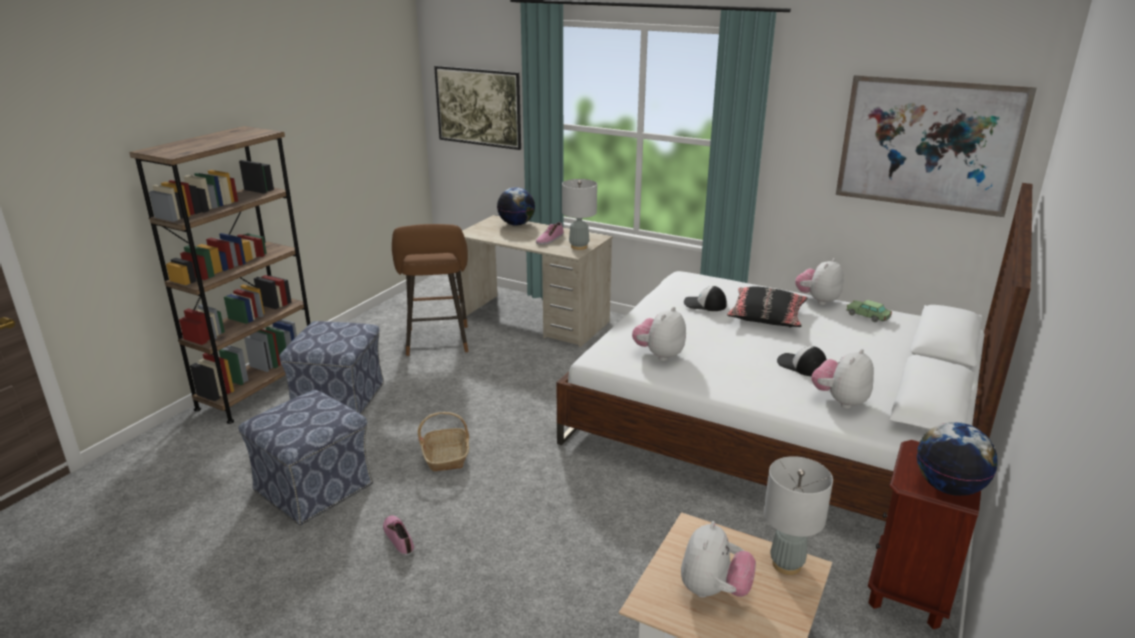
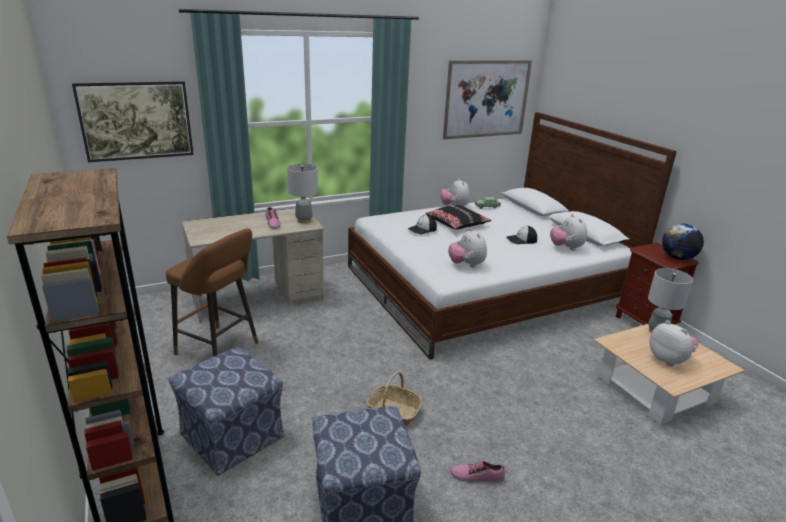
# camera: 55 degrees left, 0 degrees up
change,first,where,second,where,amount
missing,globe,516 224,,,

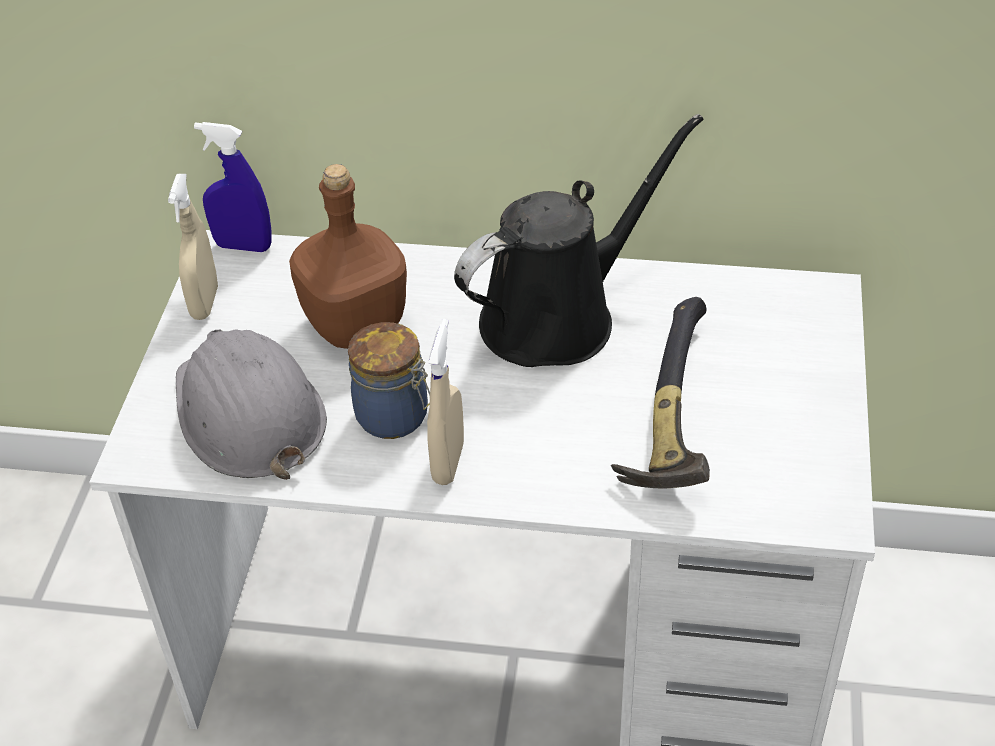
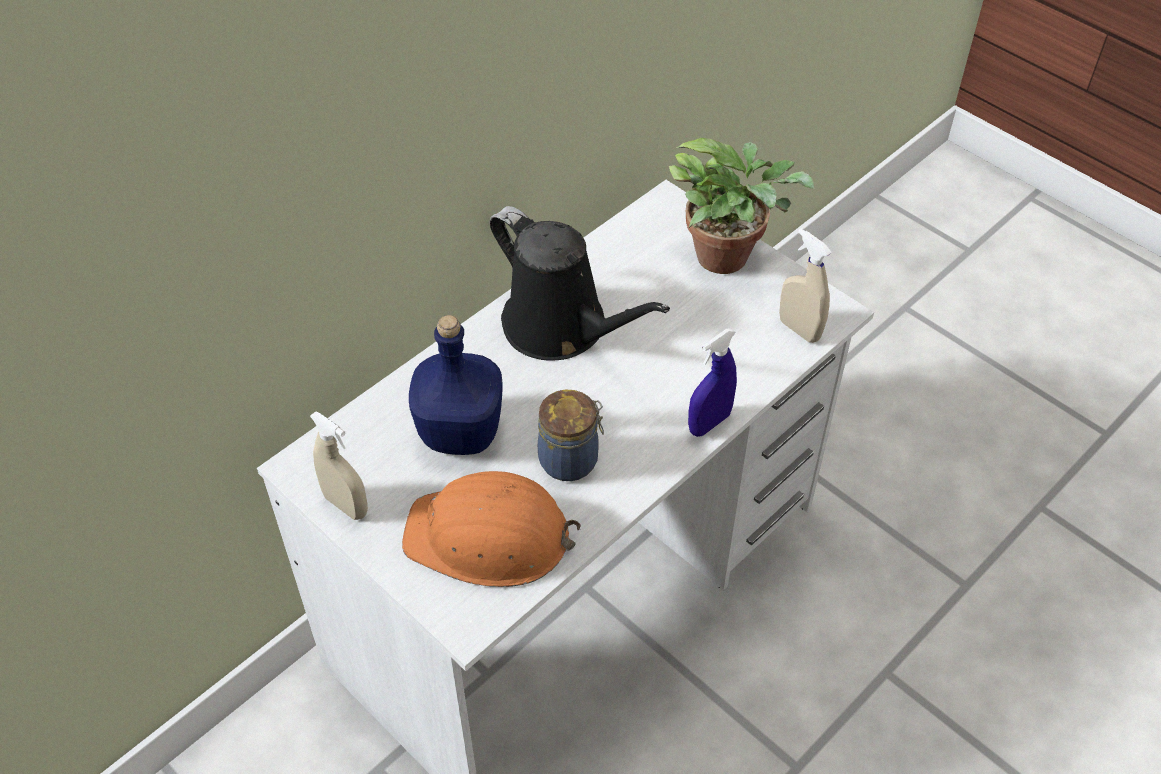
# camera: 55 degrees left, 5 degrees up
change,first,where,second,where,amount
colour,grey hard hat,248 414,orange hard hat,489 537,
relocated,blue spray bottle,243 246,,709 423,
colour,brown bottle,357 325,blue bottle,462 432,
relocated,beige spray bottle,448 462,,799 329,
spun,black watering can,558 316,,562 328,135 degrees clockwise
missing,hammer,666 414,,,
appeared,,,potted plant,729 256,

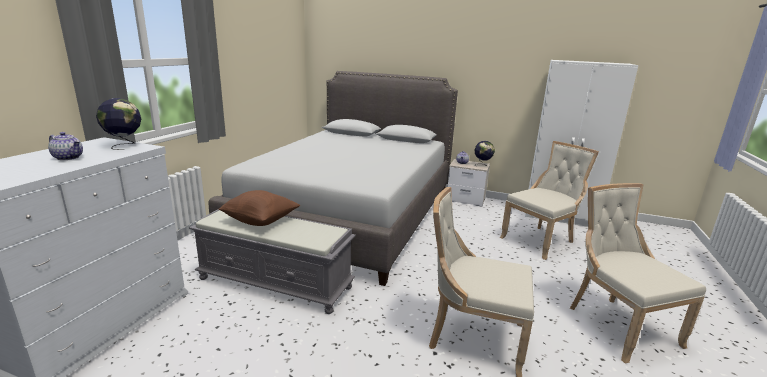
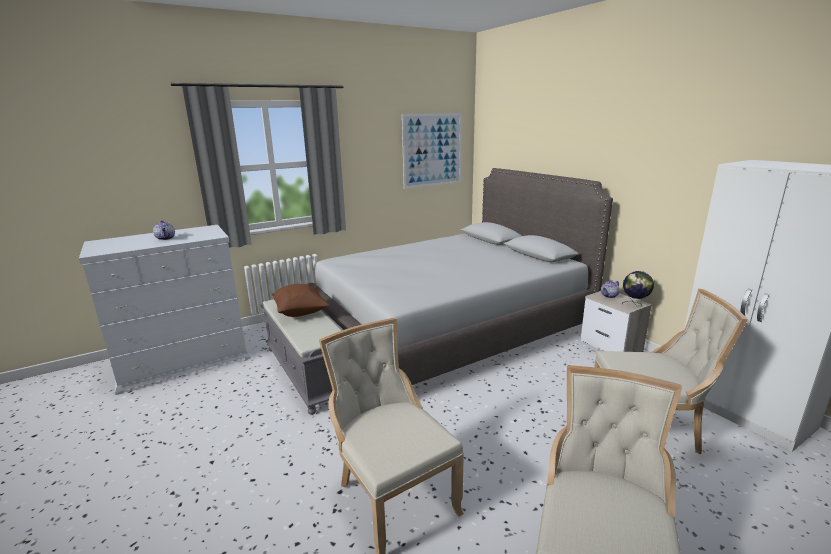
# camera: 40 degrees right, 0 degrees up
change,first,where,second,where,amount
missing,globe,124 145,,,
appeared,,,picture,432 150,

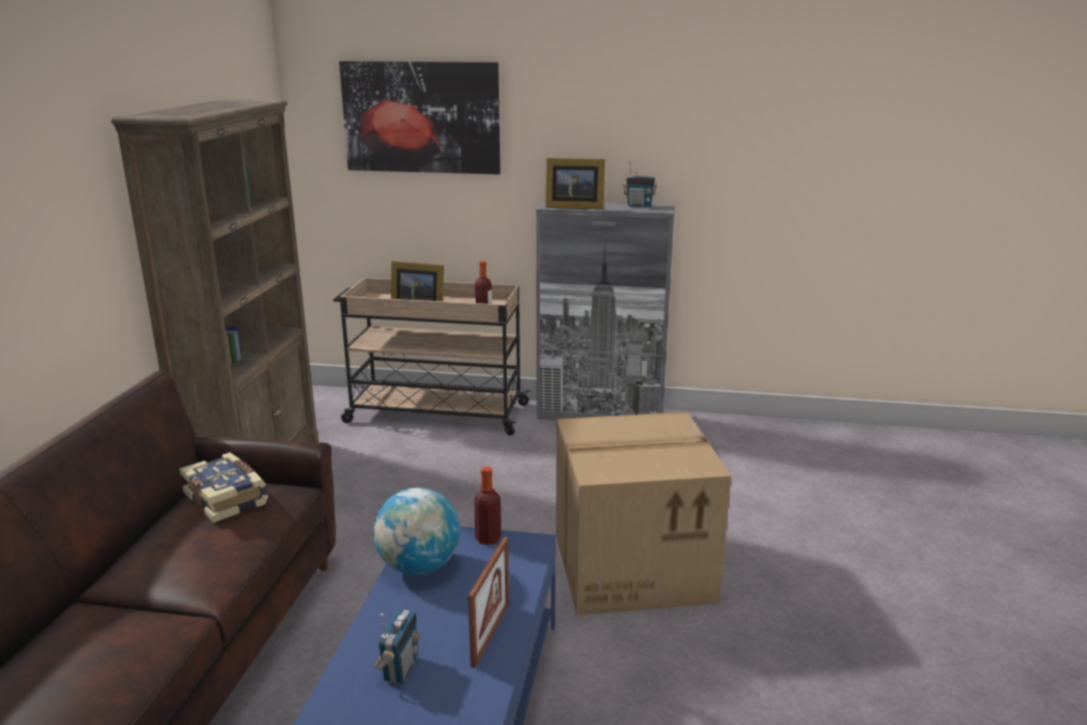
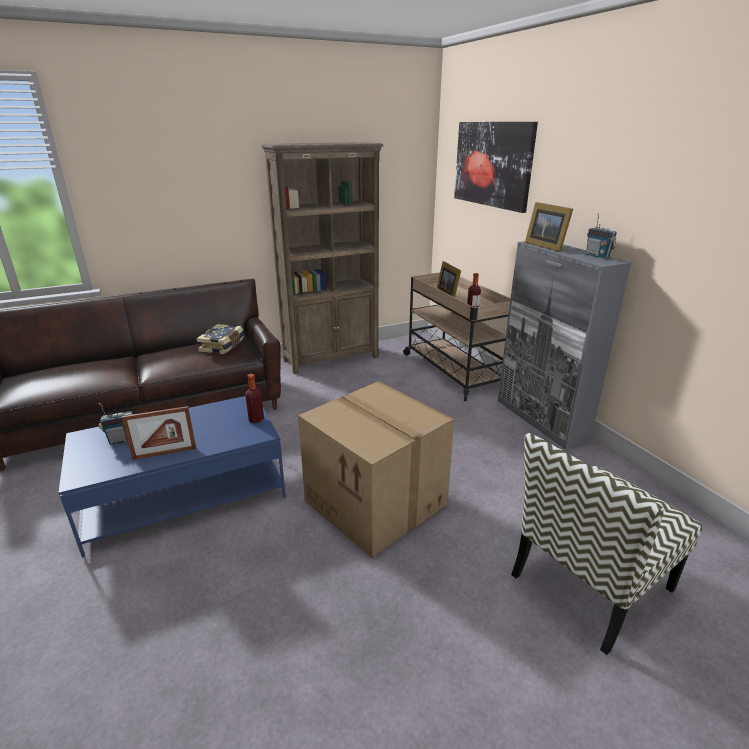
# camera: 55 degrees right, 5 degrees up
change,first,where,second,where,amount
missing,globe,419 567,,,
appeared,,,chair,590 584,

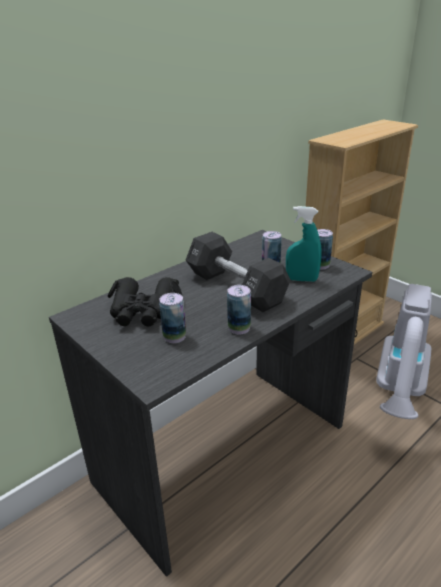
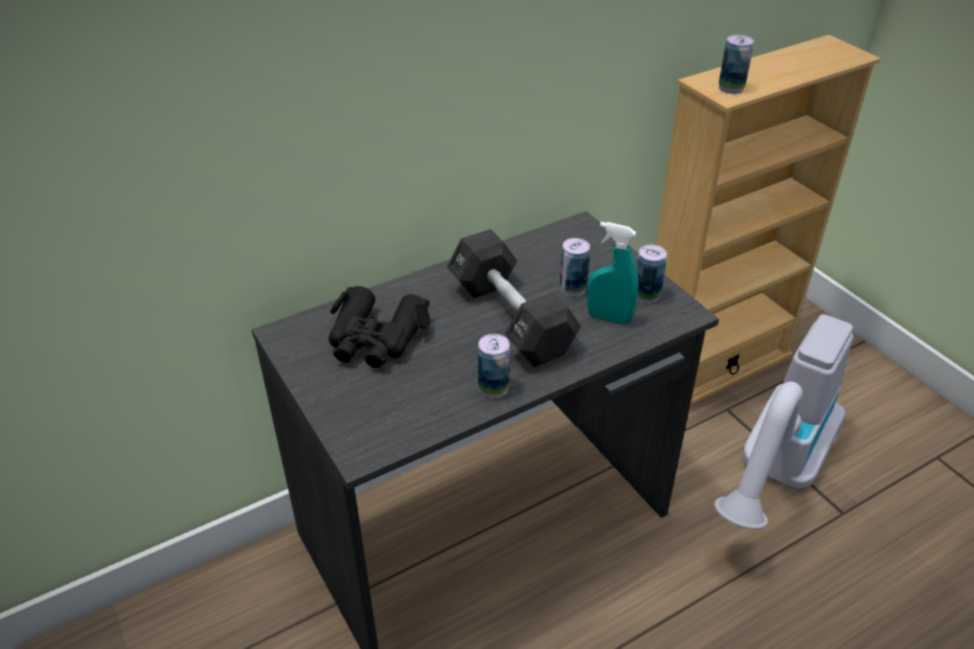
# camera: 10 degrees right, 10 degrees up
change,first,where,second,where,amount
relocated,can,174 336,,731 88,

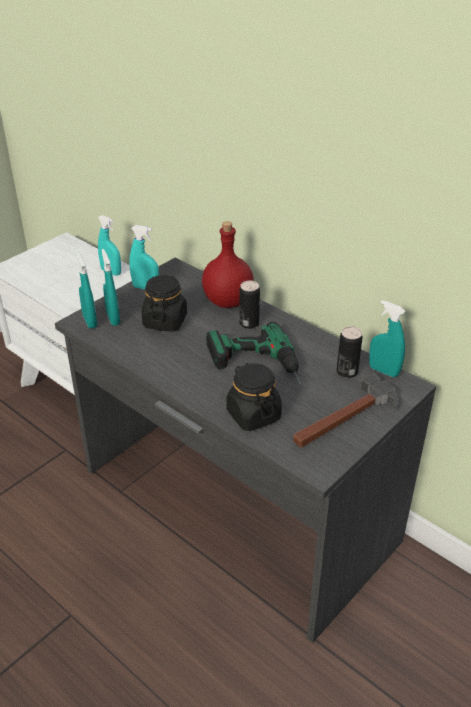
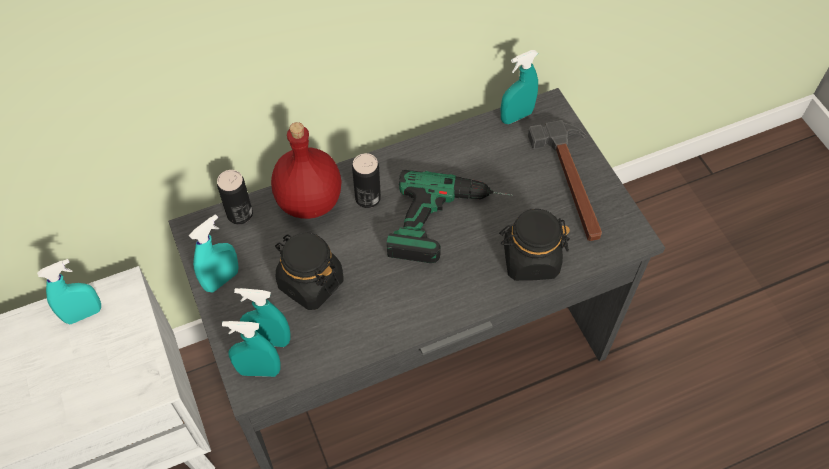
# camera: 65 degrees left, 20 degrees up
change,first,where,second,where,amount
relocated,can,347 372,,240 214,

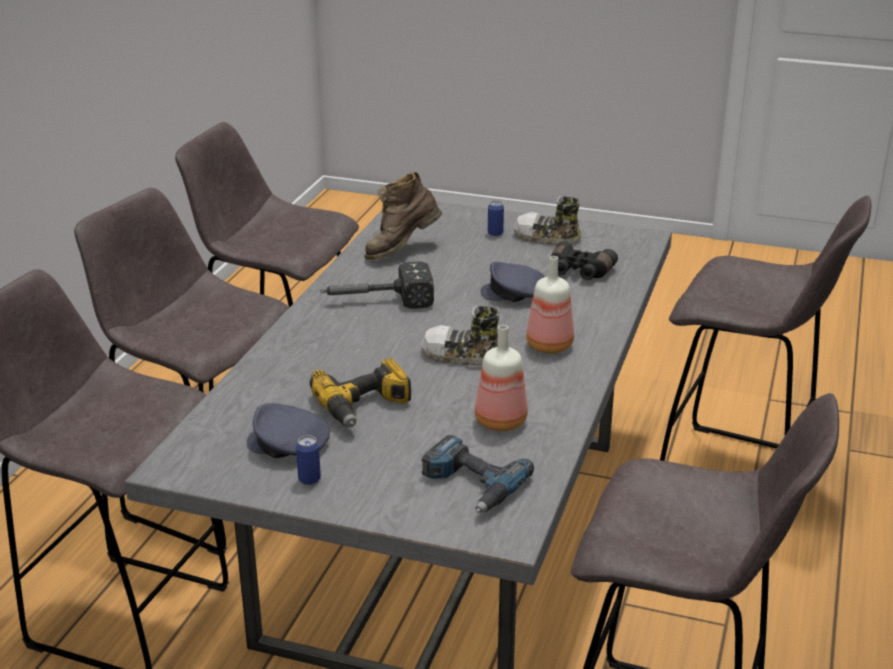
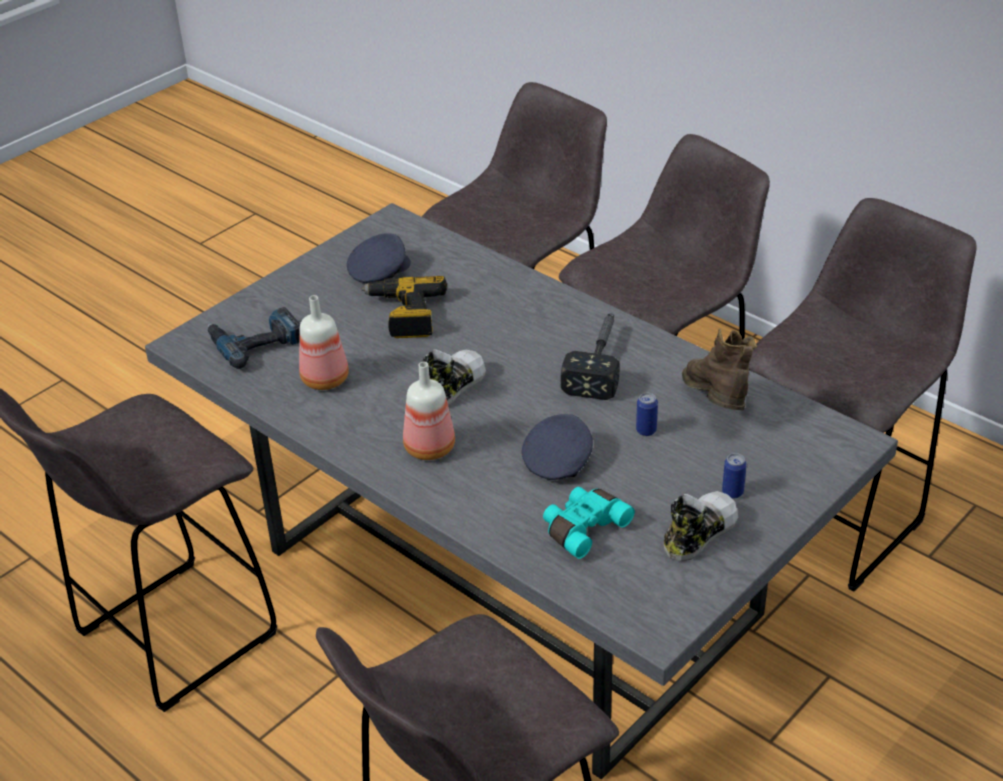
# camera: 115 degrees right, 10 degrees up
change,first,where,second,where,amount
relocated,can,309 479,,646 430,
colour,black binoculars,579 272,turquoise binoculars,583 528,

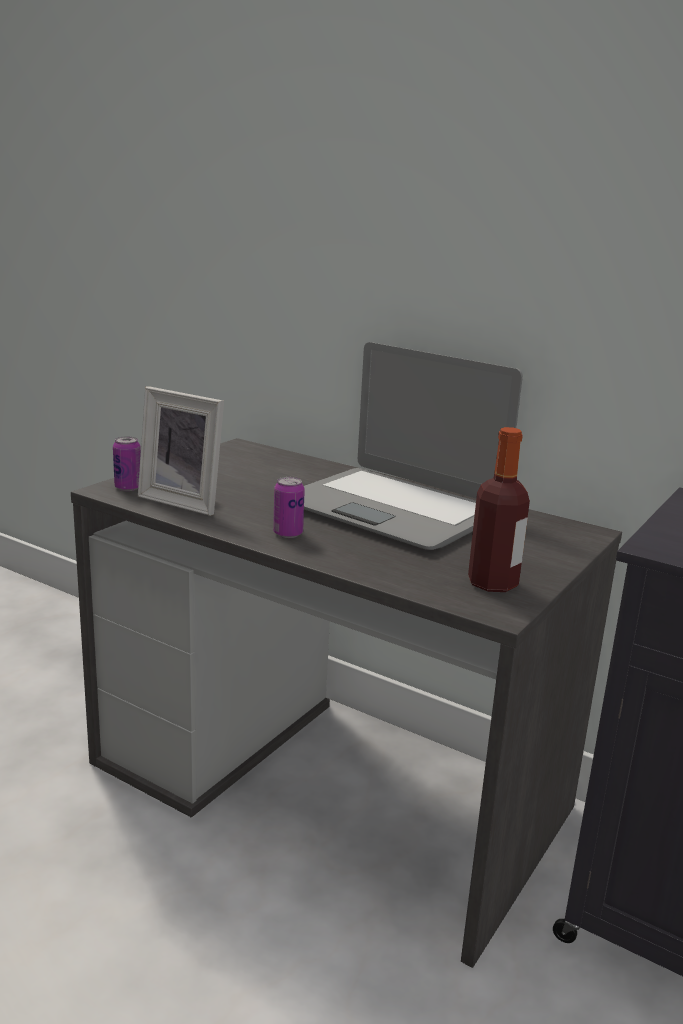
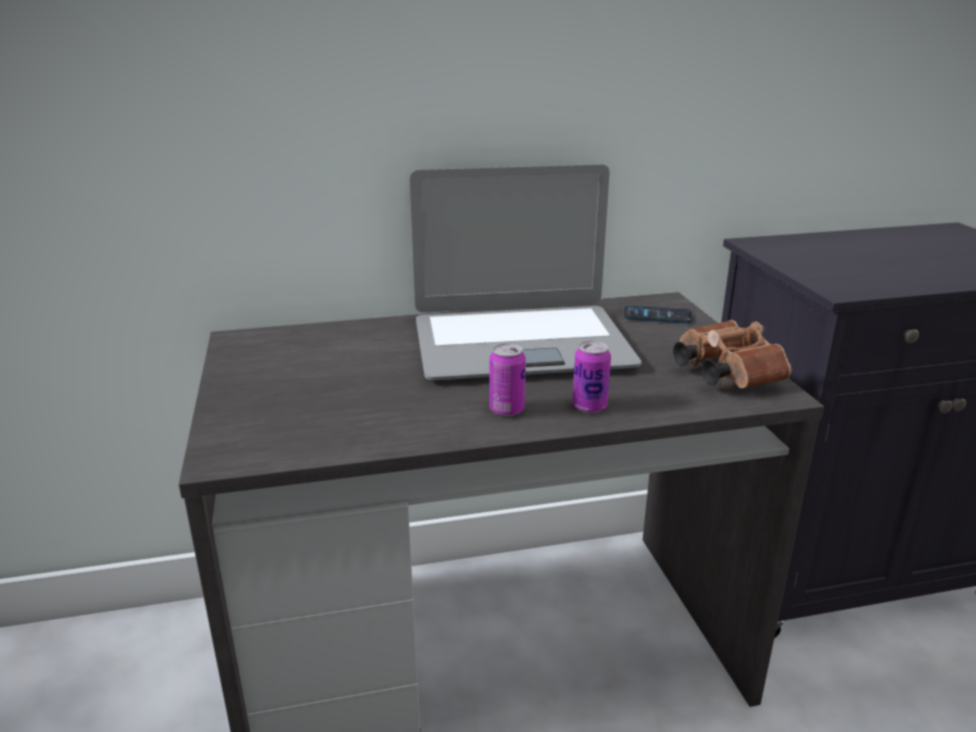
# camera: 45 degrees left, 5 degrees up
change,first,where,second,where,amount
relocated,can,128 488,,589 406,
missing,picture frame,185 501,,,
exchanged,bottle,492 583,brown binoculars,723 373,
appeared,,,phone,657 316,

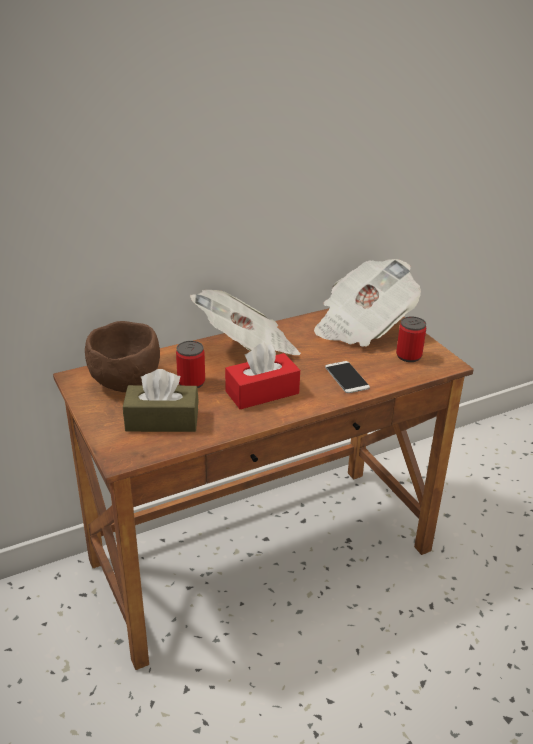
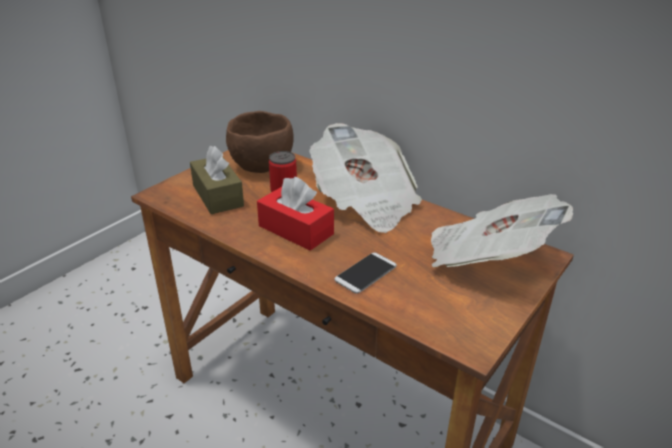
# camera: 65 degrees right, 0 degrees up
change,first,where,second,where,amount
missing,can,408 356,,,

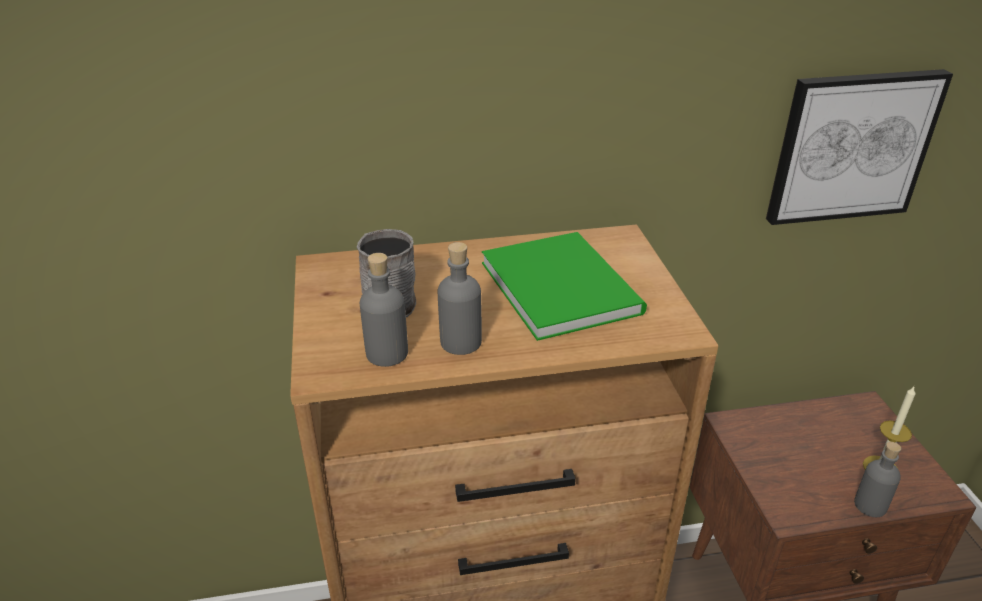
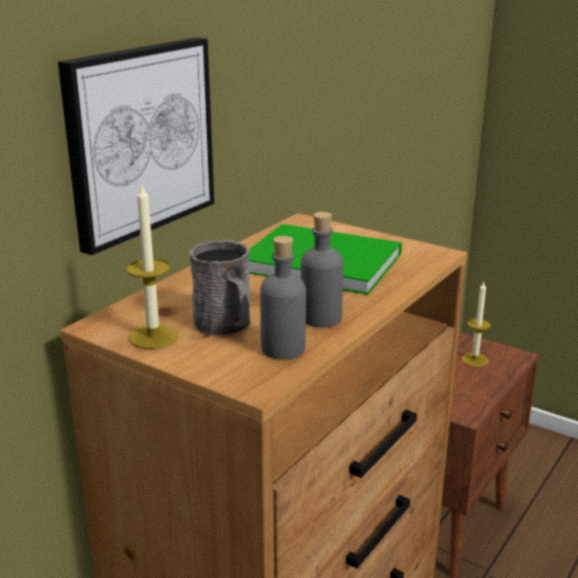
# camera: 45 degrees left, 10 degrees down
change,first,where,second,where,amount
relocated,picture,851 146,,140 140,
missing,grey bottle,870 505,,,
appeared,,,candle,153 336,

